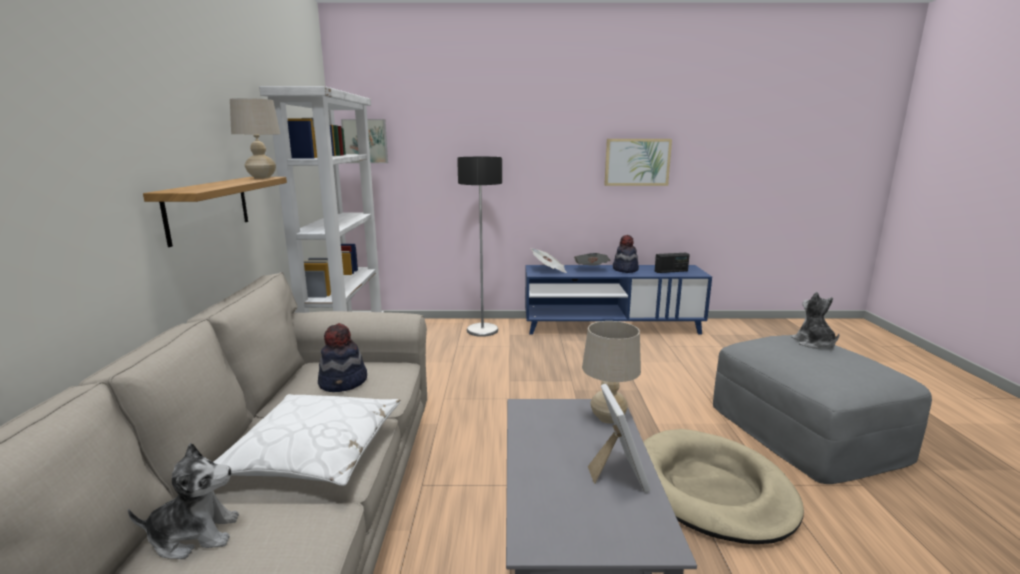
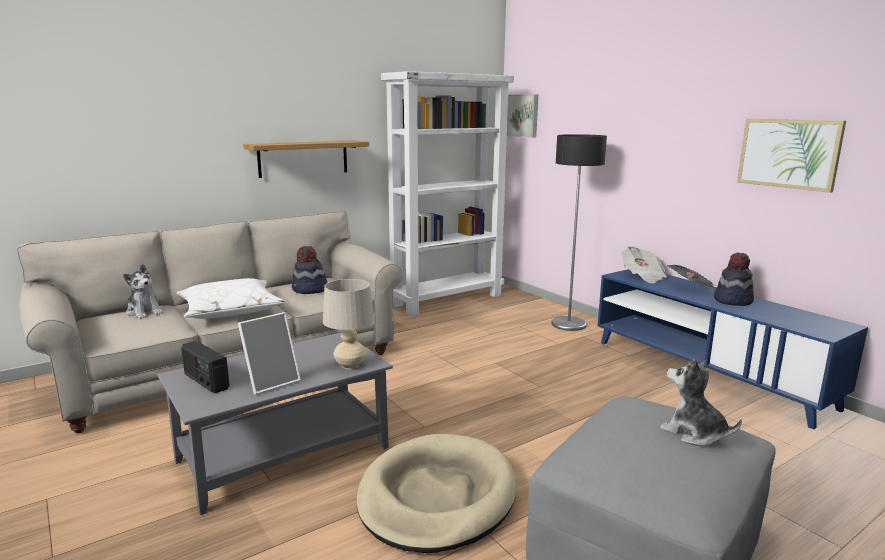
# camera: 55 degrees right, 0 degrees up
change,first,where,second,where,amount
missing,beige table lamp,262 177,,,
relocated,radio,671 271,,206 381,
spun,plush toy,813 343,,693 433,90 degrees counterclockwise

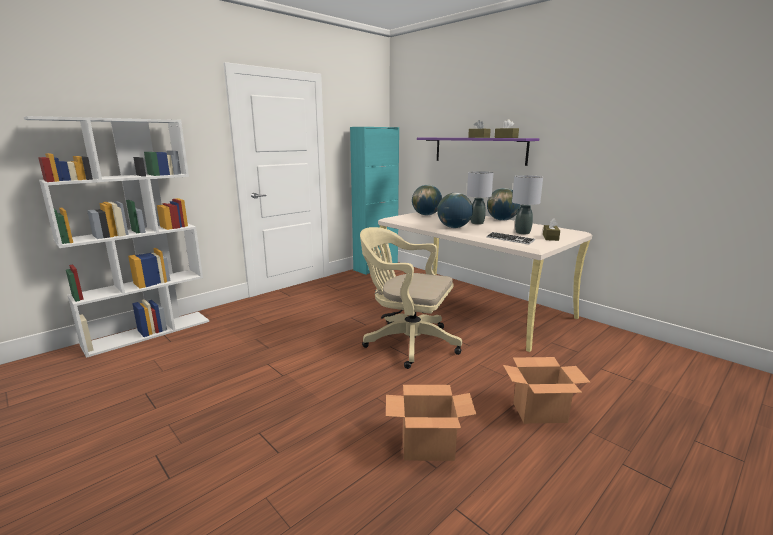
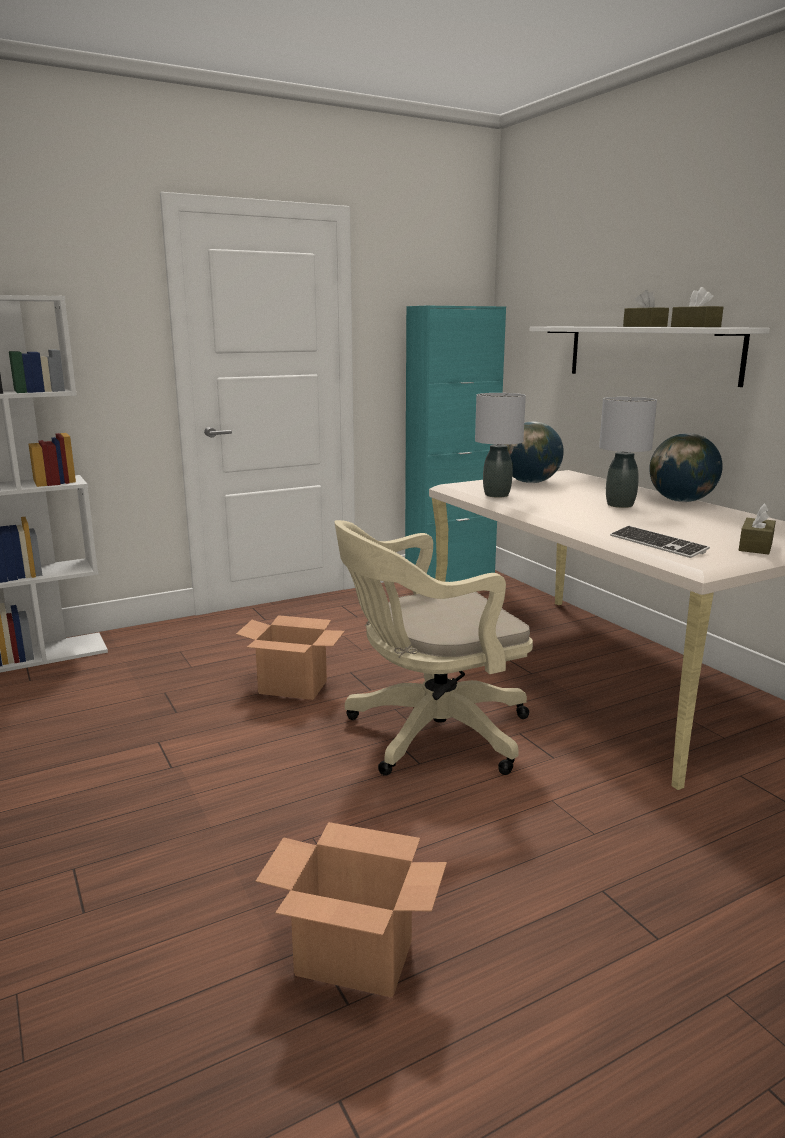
# camera: 15 degrees right, 0 degrees up
change,first,where,second,where,amount
spun,beige office chair,406 342,,429 734,60 degrees counterclockwise
colour,purple shelf,479 150,white shelf,650 353,
missing,globe,454 227,,,
relocated,cardboard box,540 412,,293 687,
relocated,grey table lamp,523 233,,497 495,

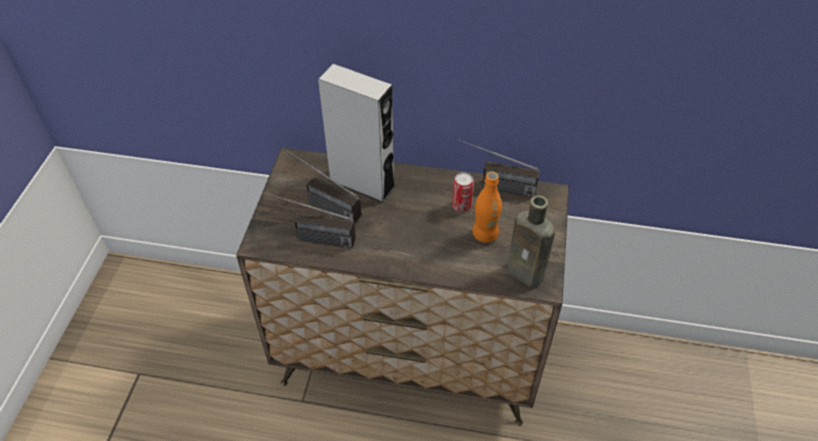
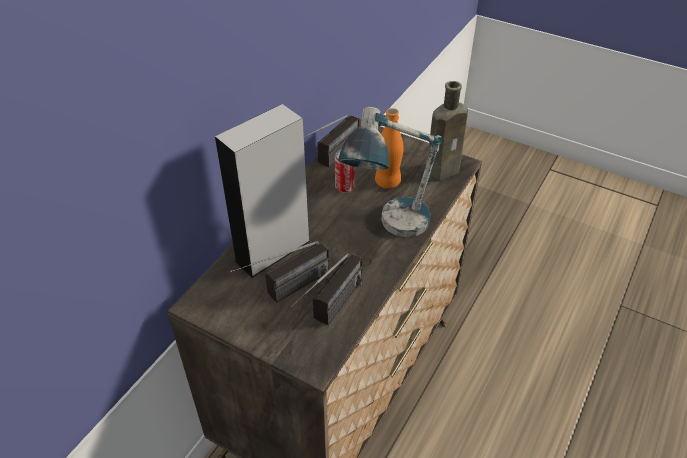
# camera: 70 degrees left, 5 degrees down
change,first,where,second,where,amount
appeared,,,table lamp,390 230,

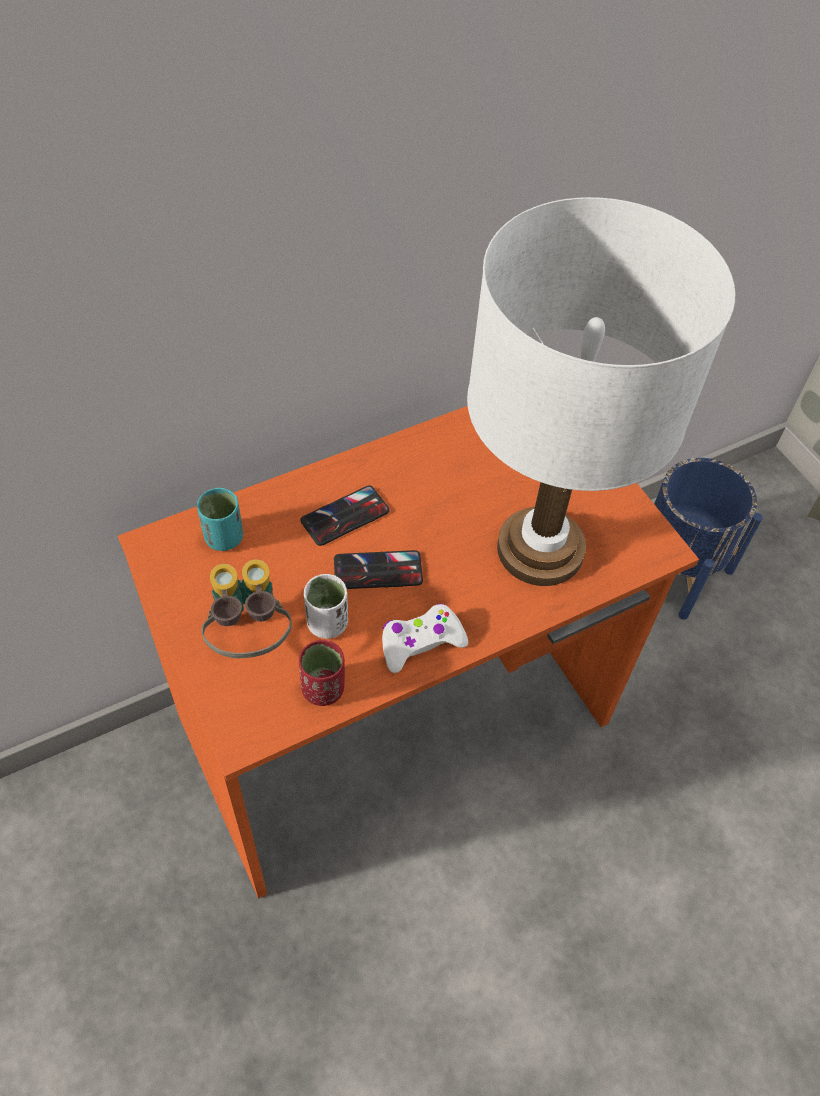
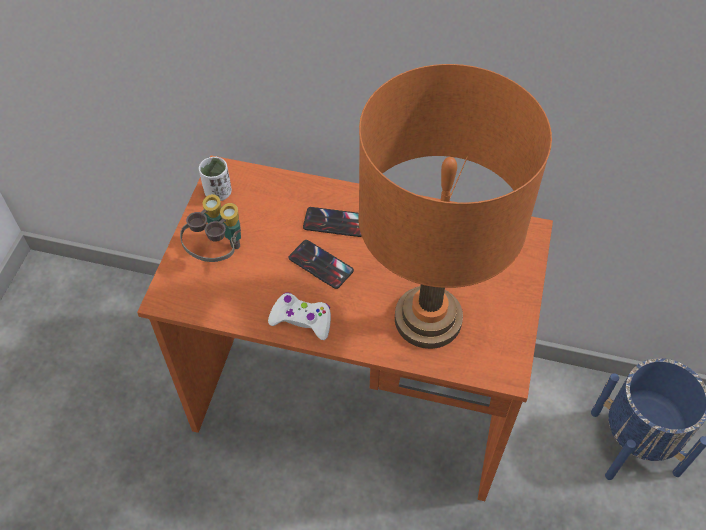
# camera: 45 degrees right, 0 degrees up
change,first,where,second,where,amount
missing,turquoise cup,224 537,,,
missing,red cup,323 689,,,
relocated,white cup,327 623,,218 193,
colour,white table lamp,539 550,orange table lamp,427 319,

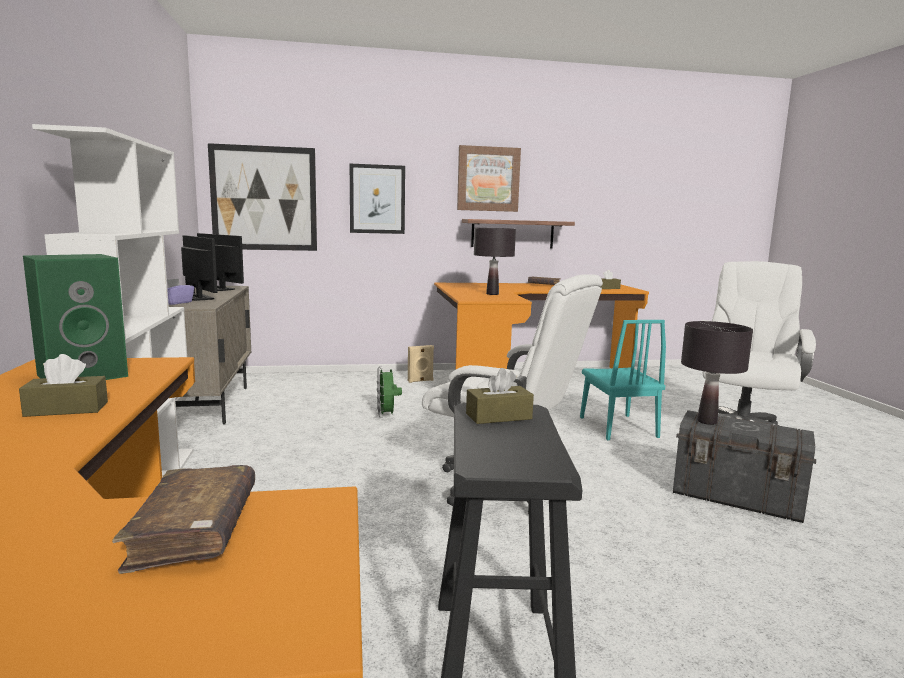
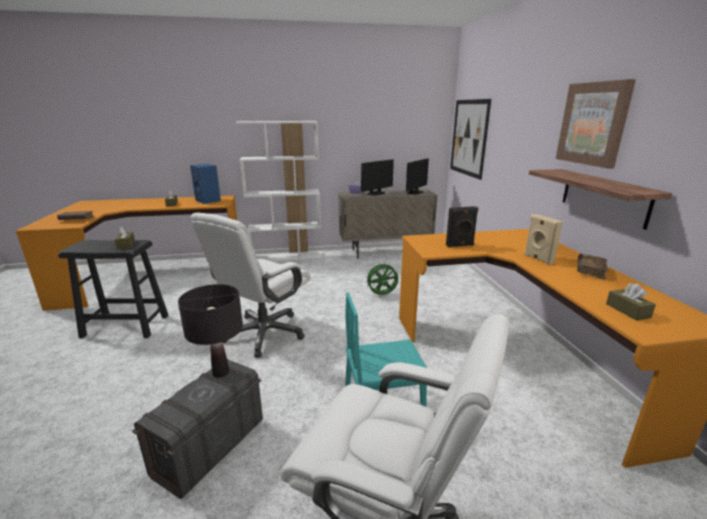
# camera: 90 degrees right, 10 degrees up
change,first,where,second,where,amount
colour,green speaker,84 375,blue speaker,208 201,
missing,picture,377 199,,,
relocated,beige speaker,420 381,,537 259,
exchanged,black table lamp,492 294,black speaker,460 245,

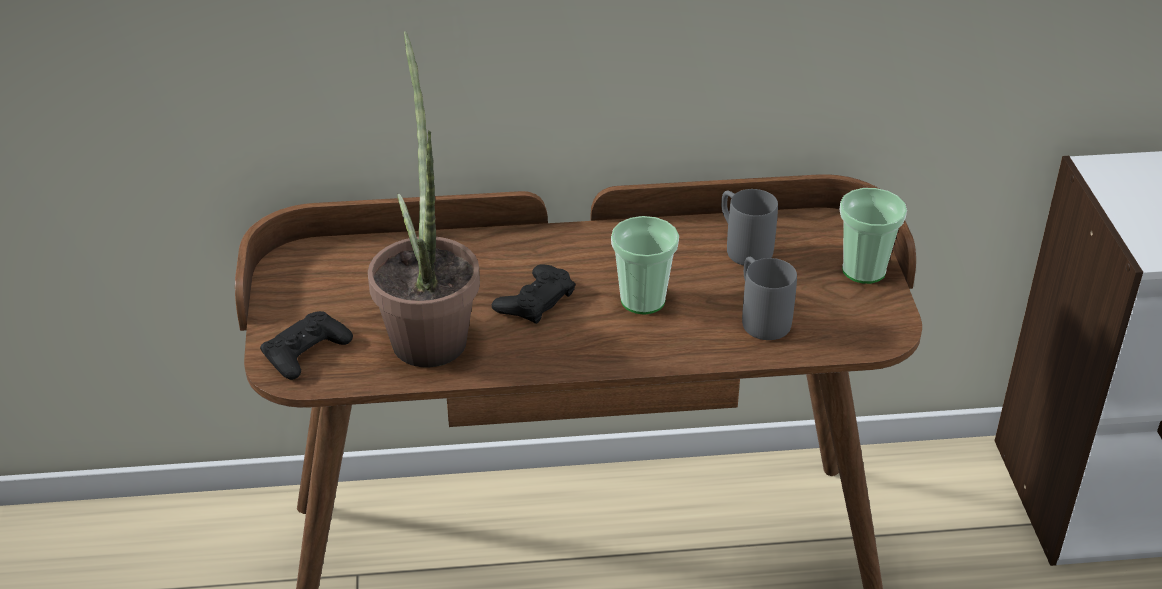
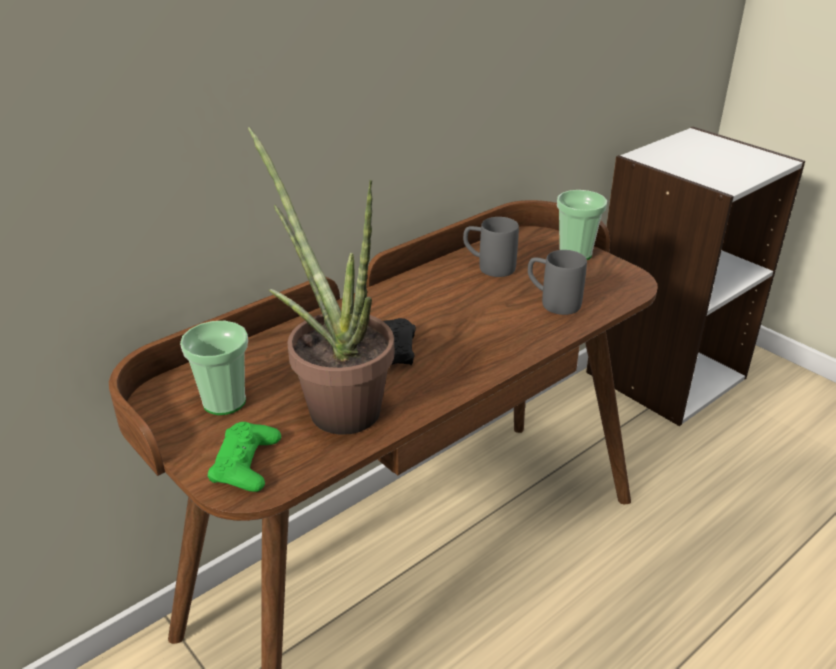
# camera: 35 degrees left, 5 degrees down
change,first,where,second,where,amount
colour,black game controller,306 352,green game controller,246 463,
relocated,cup,643 300,,224 402,

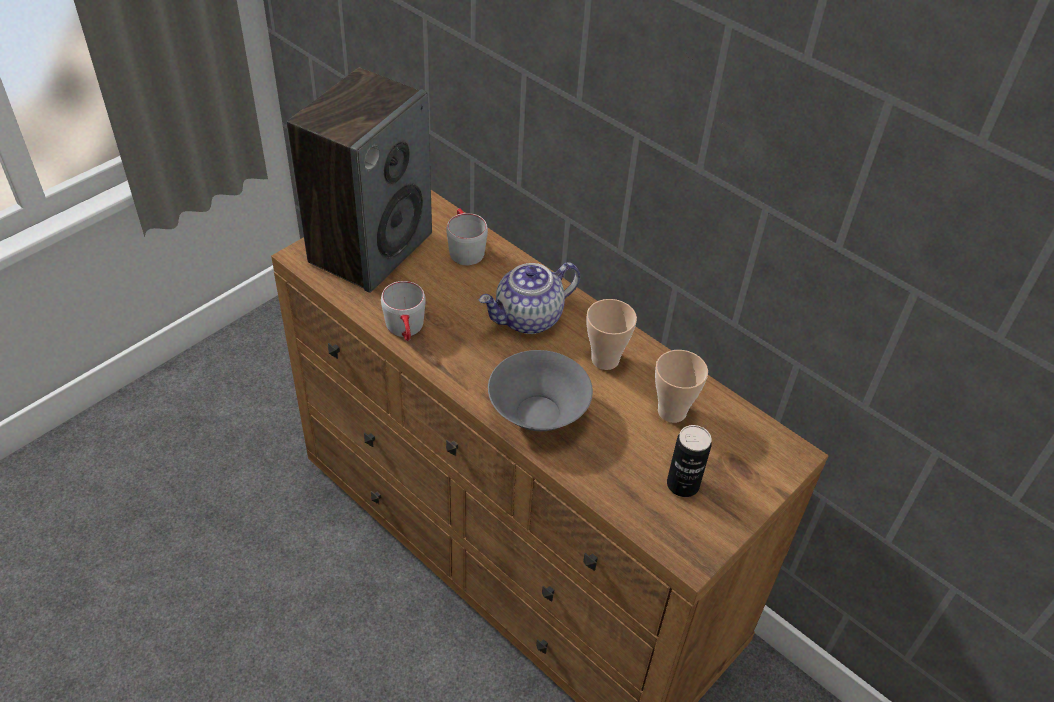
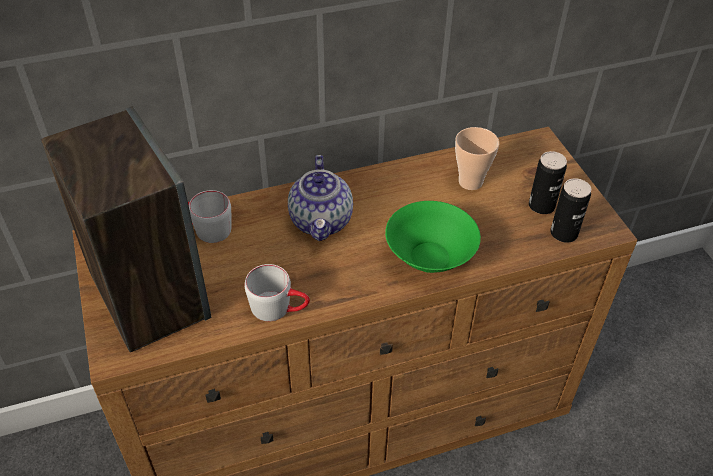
# camera: 60 degrees left, 0 degrees up
change,first,where,second,where,amount
colour,grey bowl,537 413,green bowl,430 258,
missing,cup,605 360,,,
appeared,,,can,563 233,

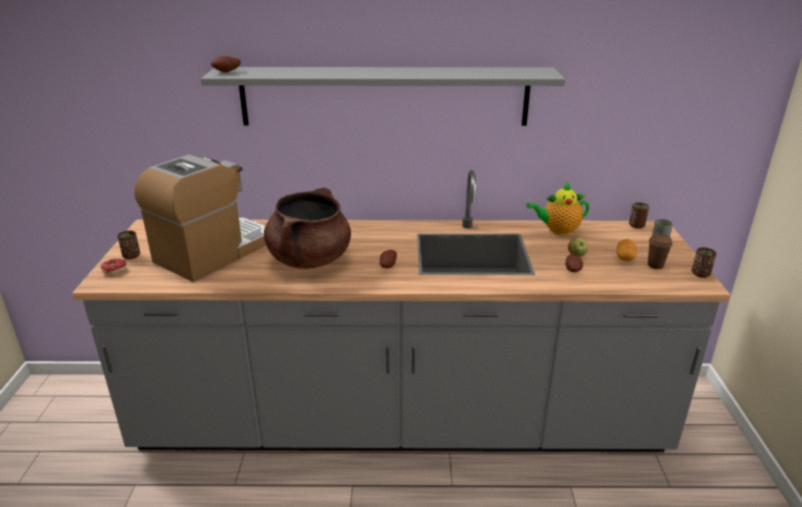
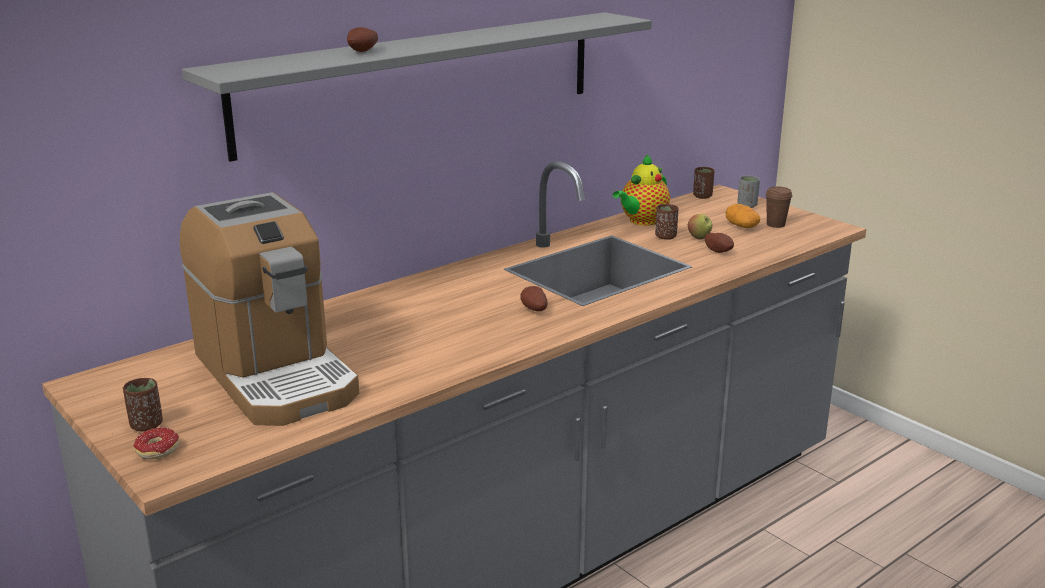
# camera: 40 degrees left, 5 degrees down
change,first,where,second,where,amount
spun,coffee machine,214 252,,275 375,150 degrees clockwise
relocated,potato,227 72,,364 51,
missing,brown cooking pot,310 259,,,
relocated,brown cup,700 274,,665 236,

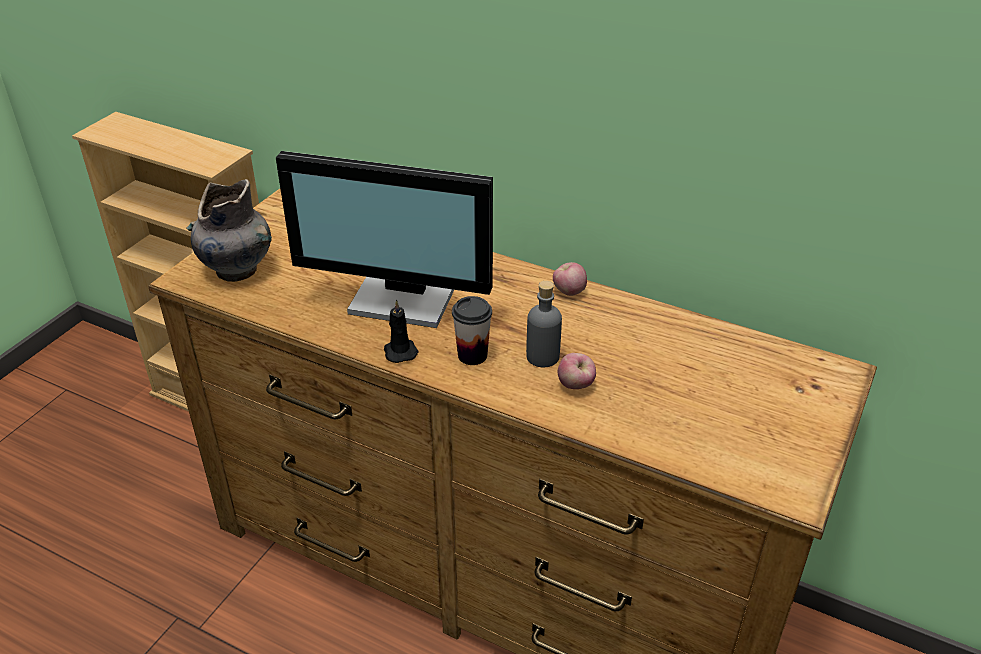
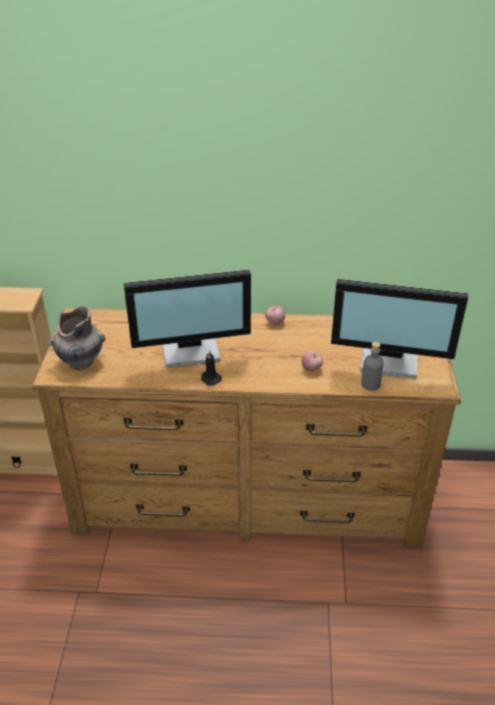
# camera: 25 degrees left, 0 degrees up
change,first,where,second,where,amount
missing,cup,472 355,,,
relocated,grey bottle,542 356,,370 384,
appeared,,,monitor,390 360,

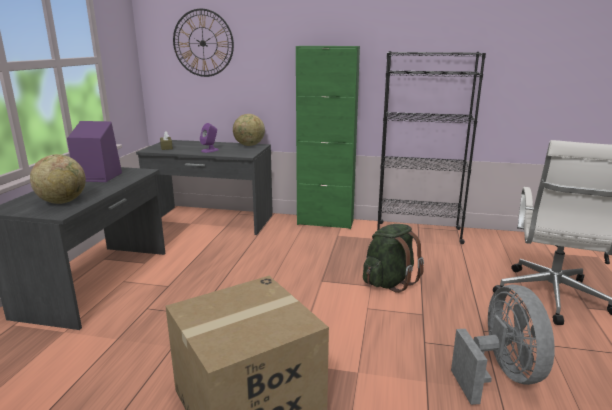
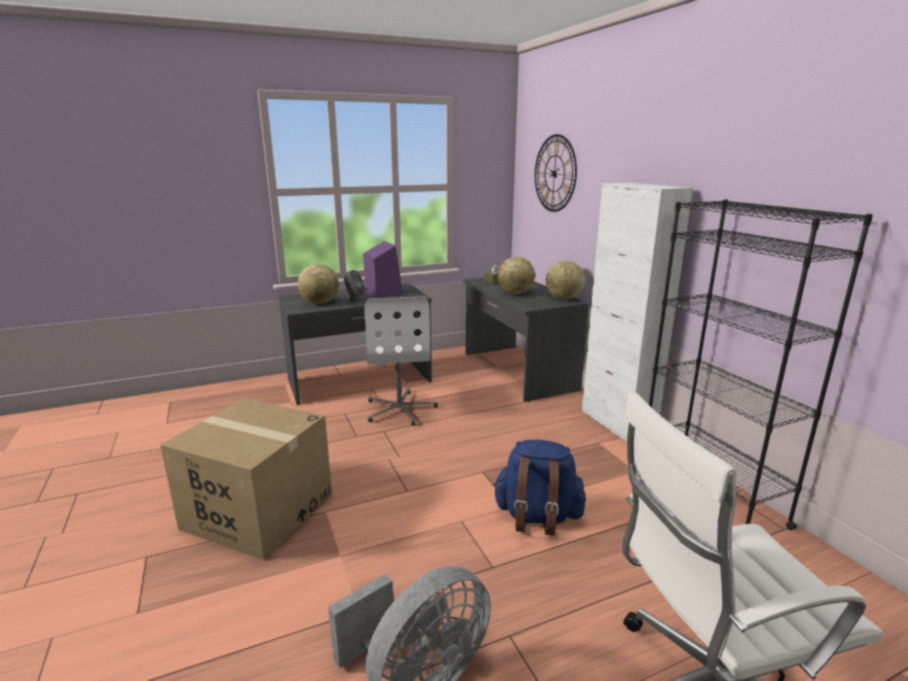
# camera: 55 degrees right, 0 degrees up
change,first,where,second,where,amount
exchanged,purple speaker,210 150,globe,515 293,
colour,green cabinet,325 222,white cabinet,617 423,
colour,green backpack,389 282,blue backpack,537 517,
appeared,,,grey speaker,354 302,
appeared,,,white office chair,400 409,

